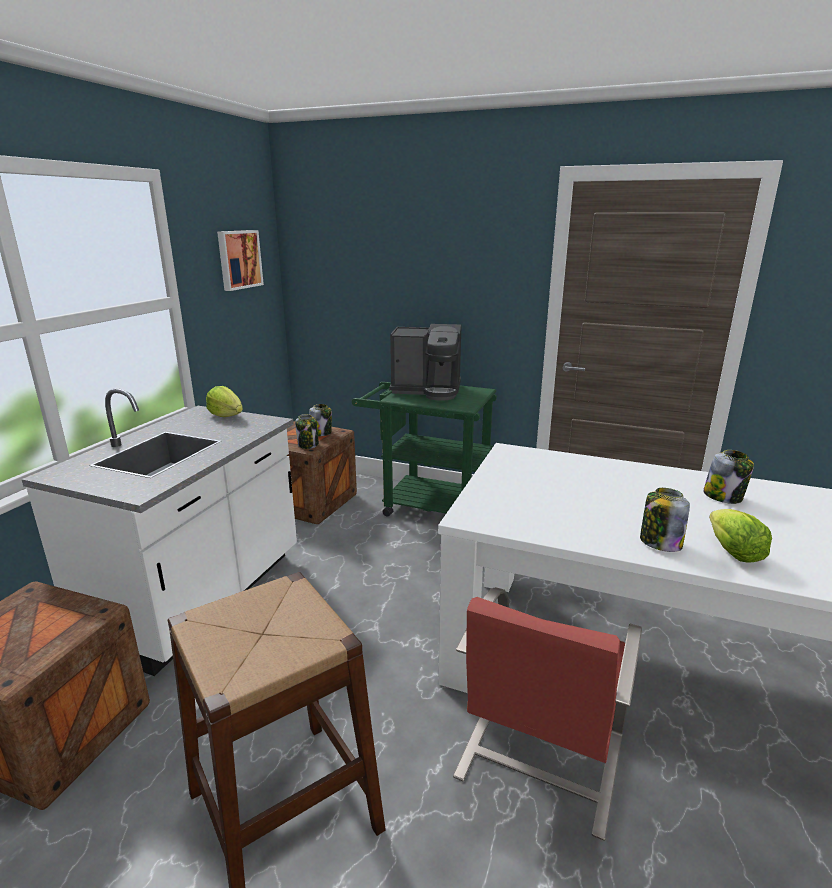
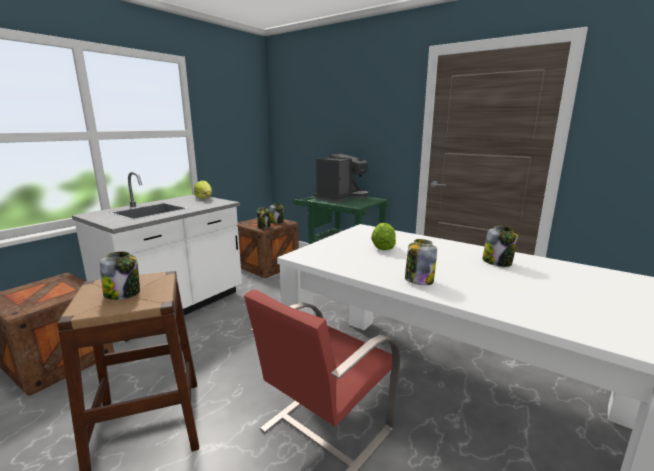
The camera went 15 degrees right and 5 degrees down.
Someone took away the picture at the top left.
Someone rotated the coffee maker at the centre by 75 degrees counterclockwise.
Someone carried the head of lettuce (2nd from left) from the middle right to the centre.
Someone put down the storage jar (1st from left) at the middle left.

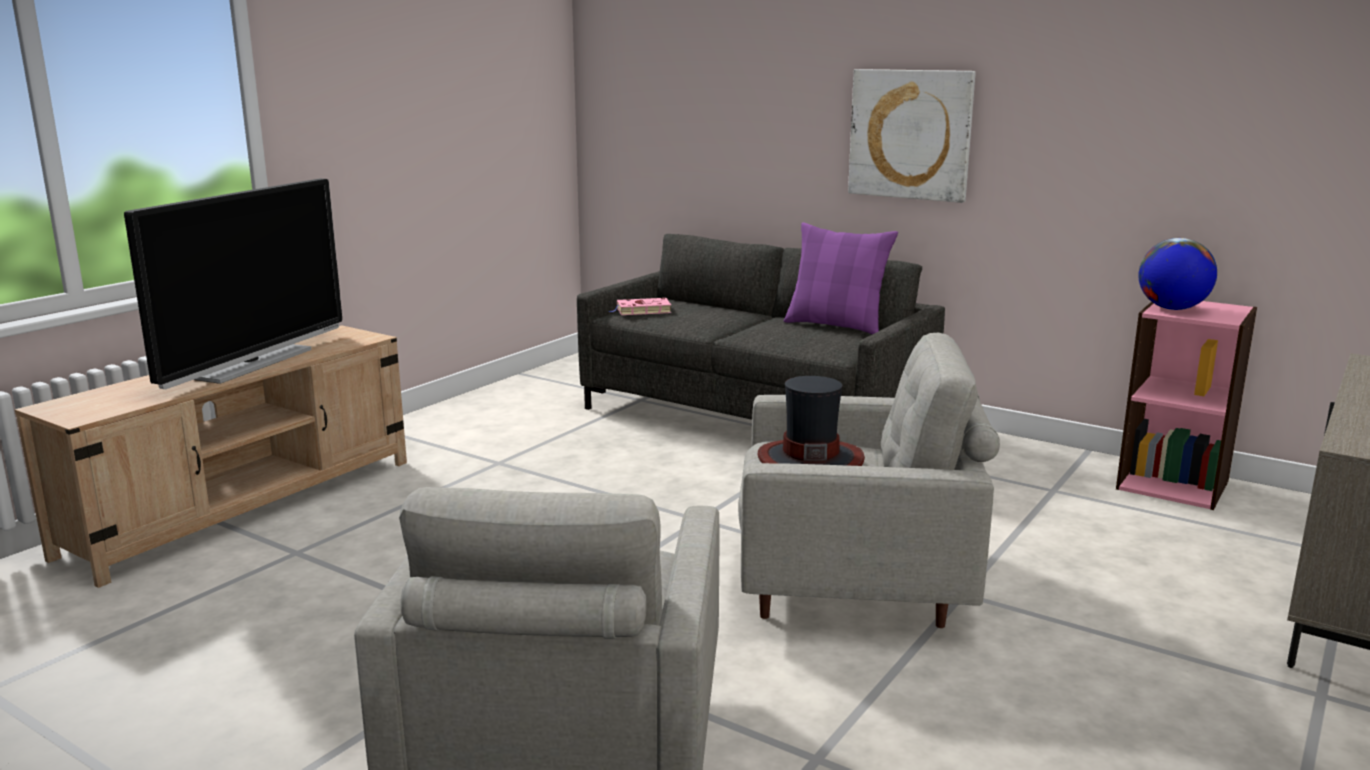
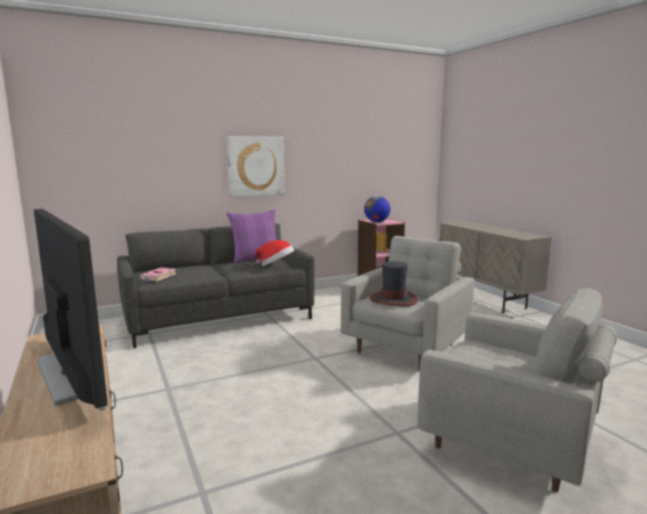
The camera went 60 degrees left and 5 degrees down.
Someone put down the wearable hat (1st from left) at the centre.

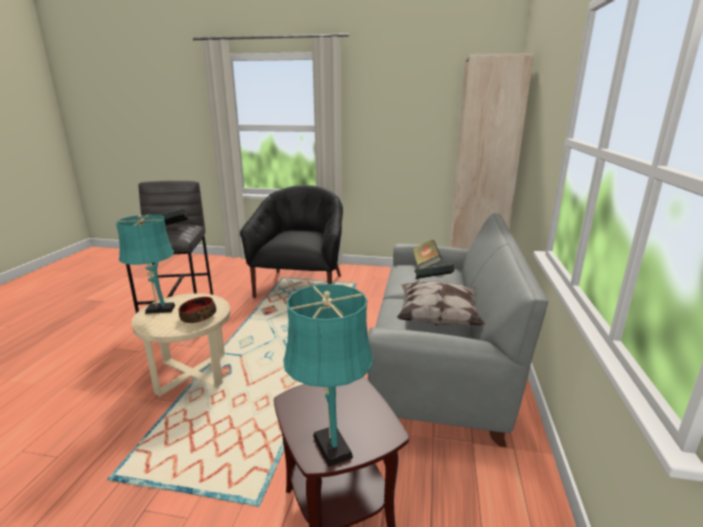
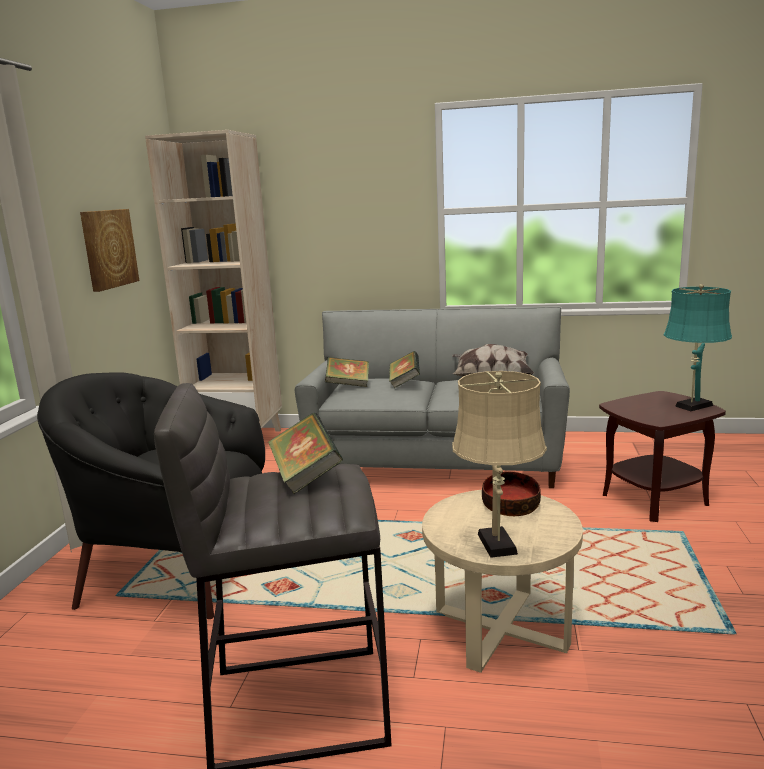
The camera went 90 degrees left and 5 degrees down.
Someone repainted the turquoise-coloured table lamp (1st from left) at the middle left, which became the beige table lamp at the centre.
Someone put up the picture at the top left.

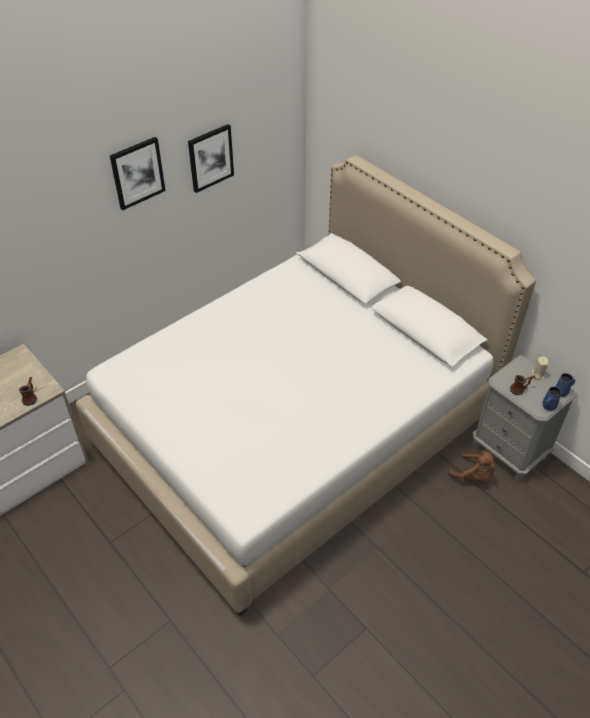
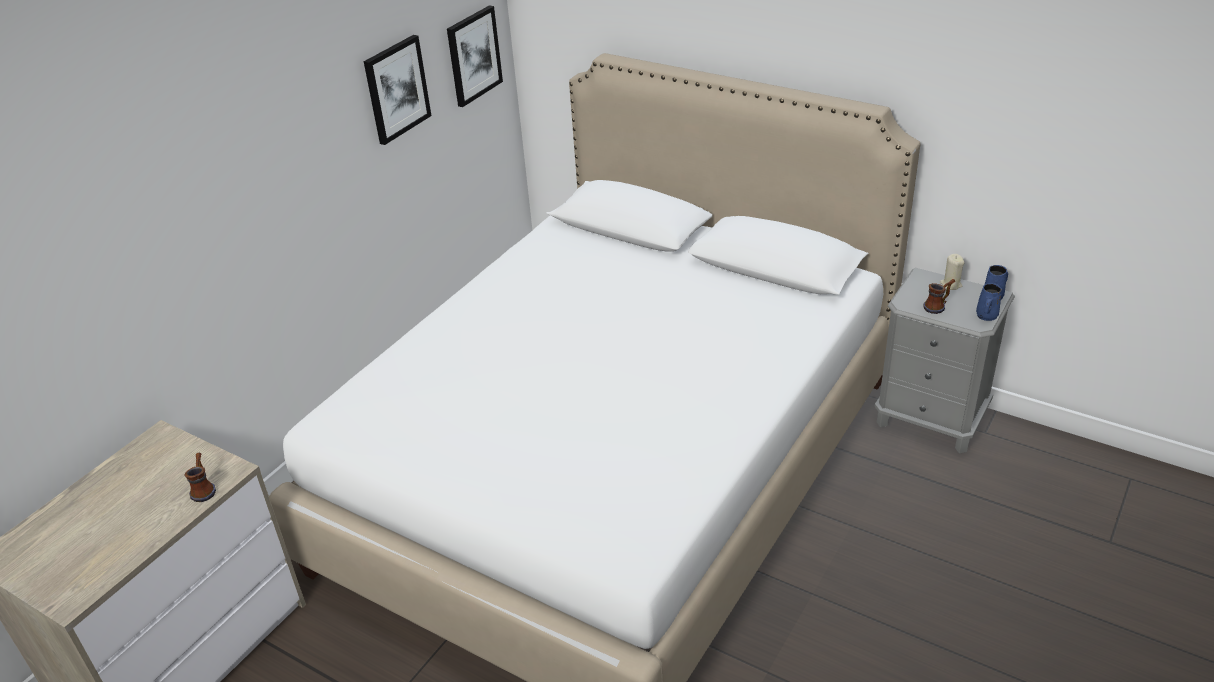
The camera went 15 degrees left and 10 degrees down.
Someone carried the picture (1st from left in the first image) from the top left to the top centre.
Someone took away the brownish cuddly toy at the middle right.

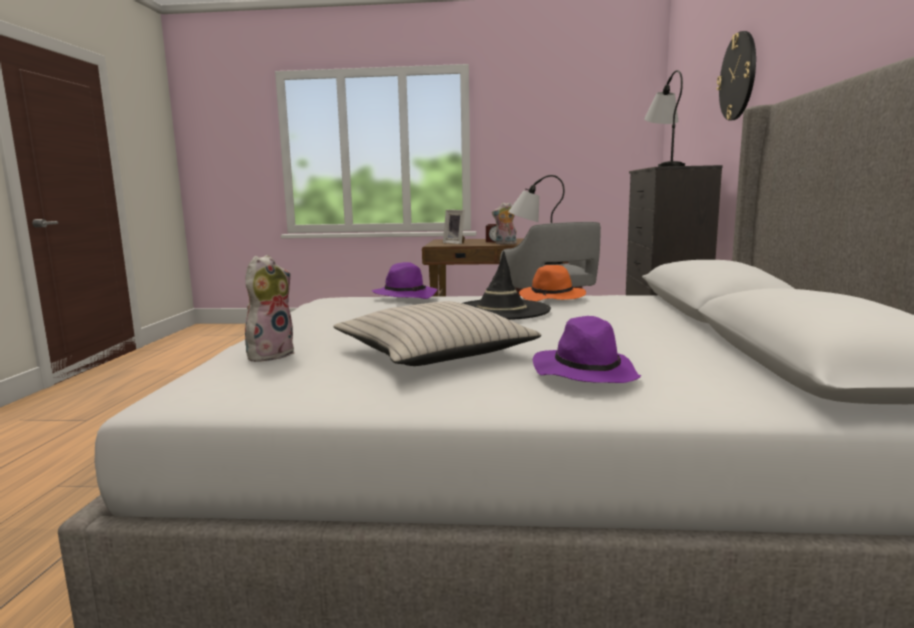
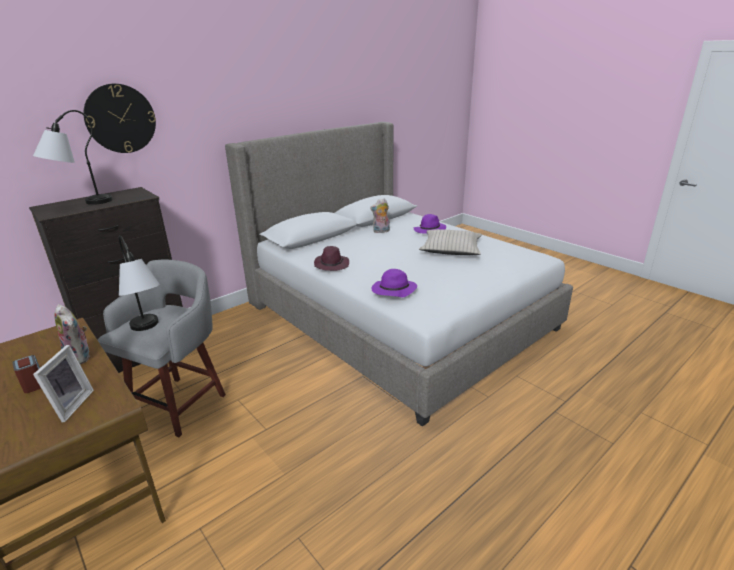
The camera went 135 degrees left and 15 degrees up.
Someone took away the black-coloured wearable hat at the centre.
Someone carried the cuddly toy (1st from left in the first image) from the middle left to the centre.
Someone repainted the orange-coloured wearable hat at the centre, which became the purple-coloured wearable hat (1st from left) at the centre.

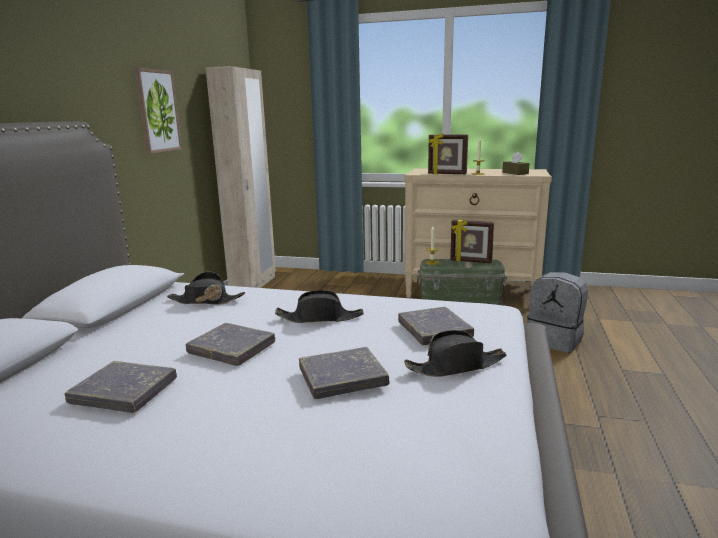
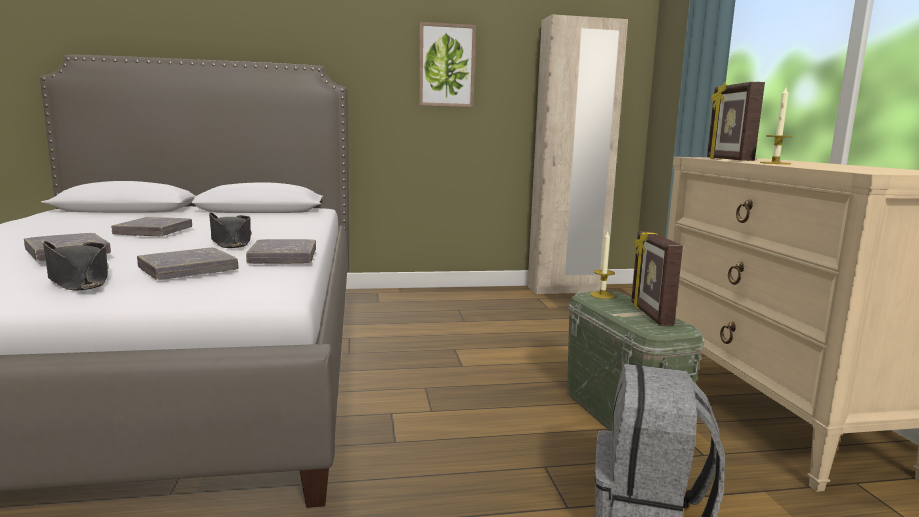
The camera went 65 degrees right and 5 degrees down.
Someone took away the brownish box of tissues at the top right.
Someone took away the black-coloured wearable hat (1st from left) at the middle left.
Someone carried the grey book (1st from left in the first image) from the bottom left to the middle left.

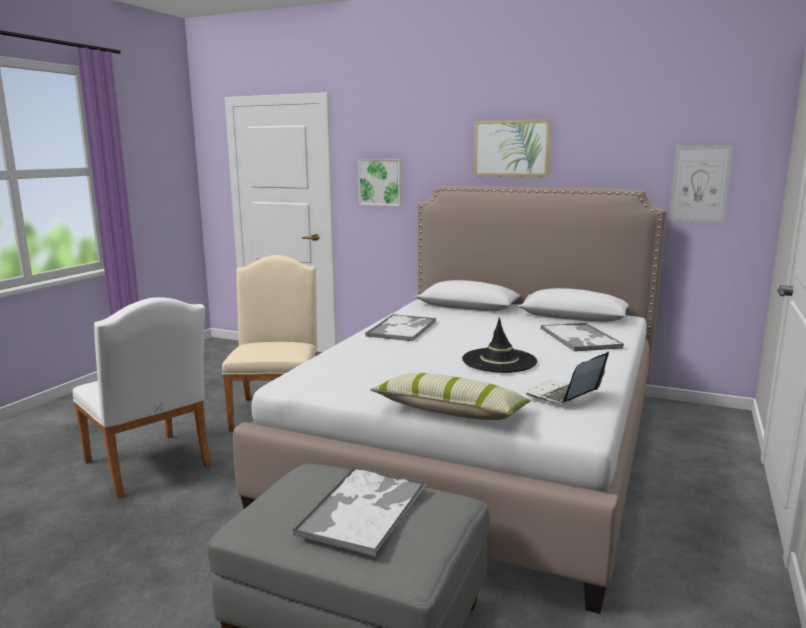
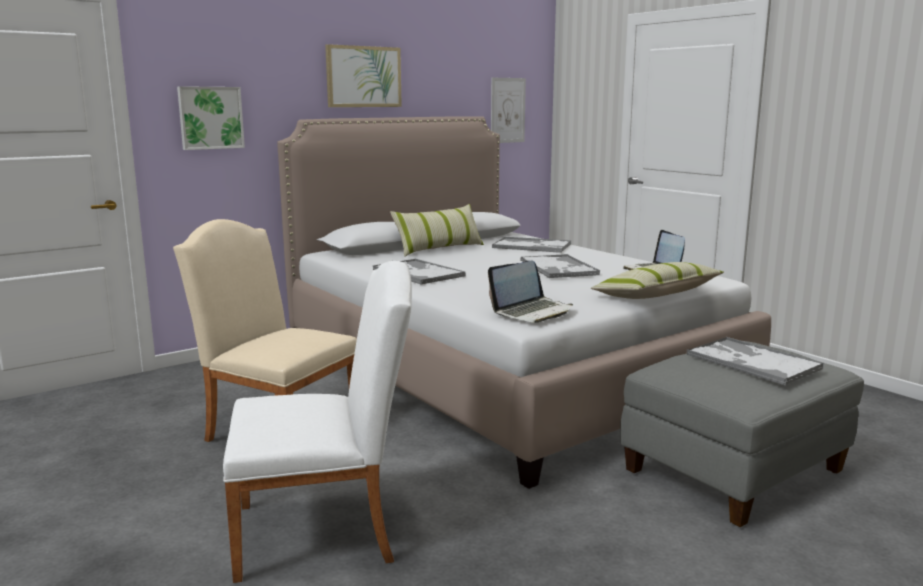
The camera went 60 degrees left and 0 degrees up.
Someone swapped the black-coloured wearable hat at the centre for the carrying tray (3rd from left) at the centre.
Someone put down the pillow (1st from left) at the centre.
Someone put down the portable computer (1st from left) at the centre.

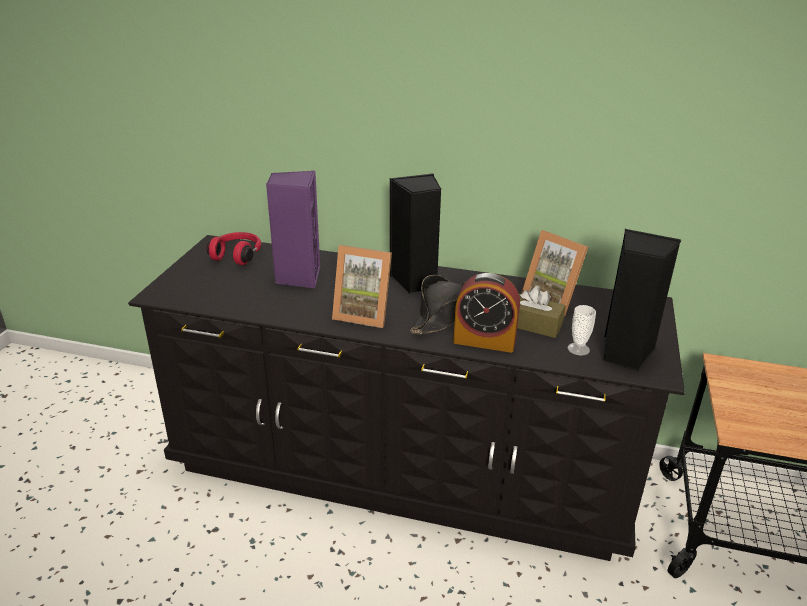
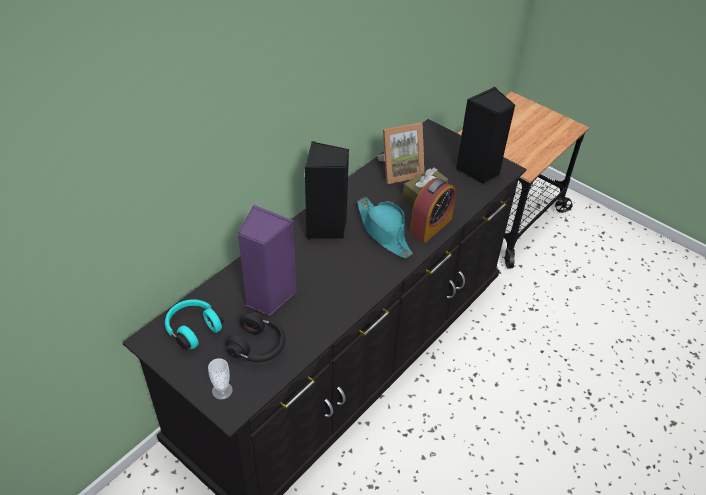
The camera went 65 degrees left and 15 degrees up.
Someone repainted the red headset at the middle left, which became the turquoise-coloured headset at the middle left.
Someone took away the standing frame (1st from left) at the centre.
Someone repainted the black-coloured wearable hat at the centre, which became the turquoise-coloured wearable hat at the centre.
Someone carried the small cup from the middle right to the bottom left.
Someone put down the black-coloured headset at the bottom centre.

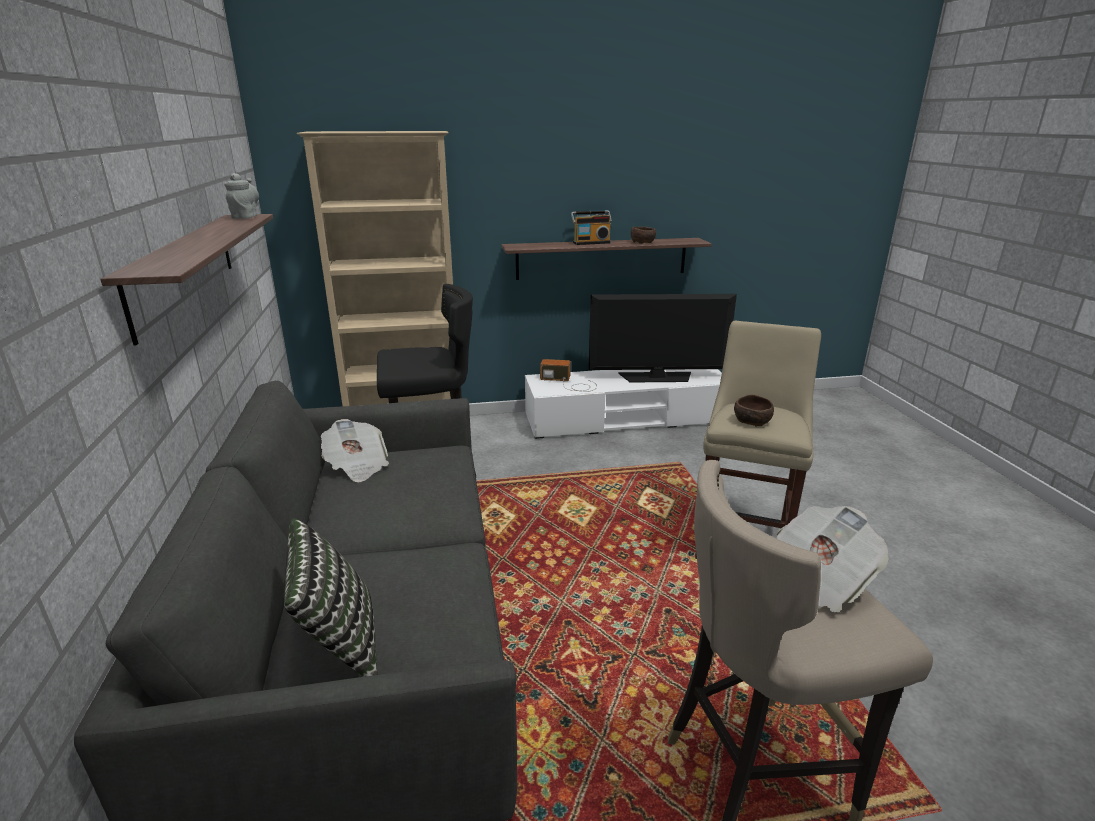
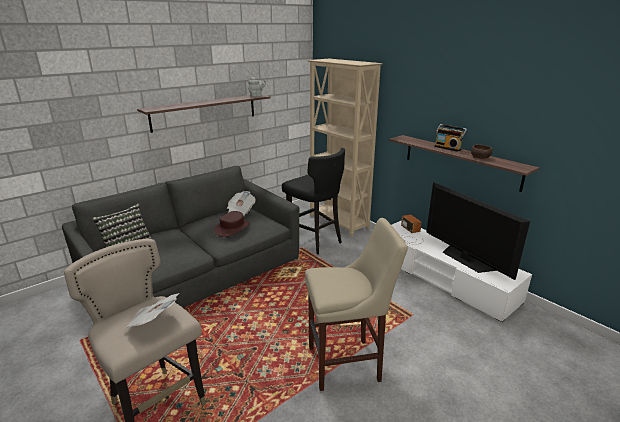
The camera went 60 degrees right and 0 degrees up.
Someone took away the brownish serving bowl (2nd from left) at the middle right.
Someone put down the brownish wearable hat at the centre.

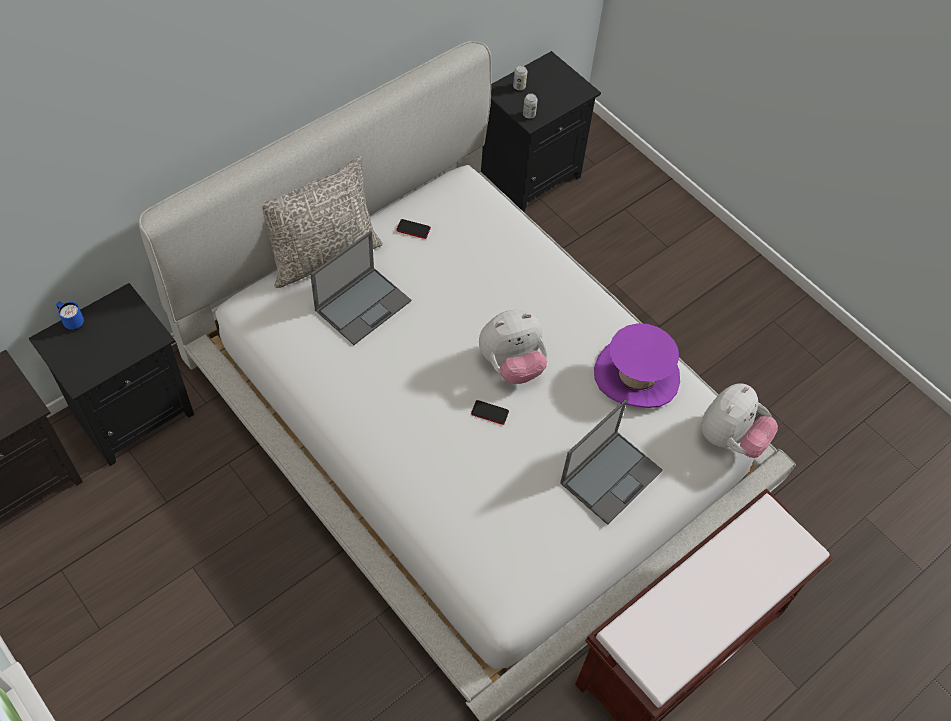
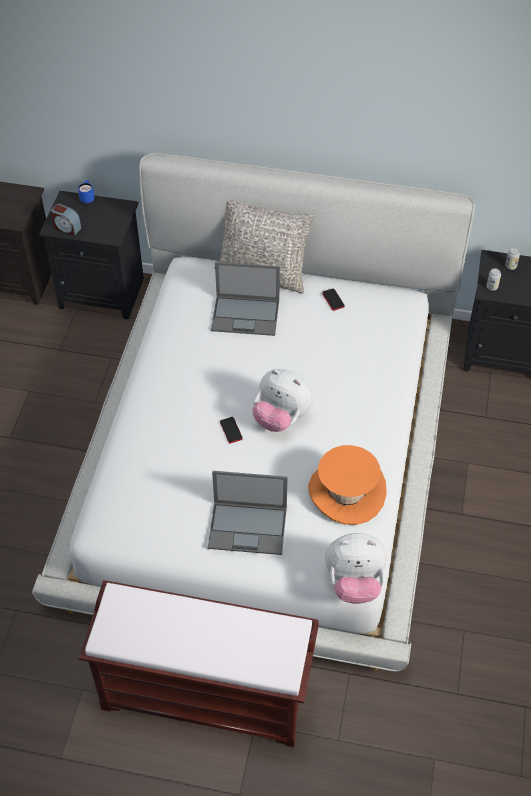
The camera went 55 degrees right and 5 degrees down.
Someone repainted the purple-coloured wearable hat at the middle right, which became the orange-coloured wearable hat at the centre.
Someone put down the table clock at the top left.

